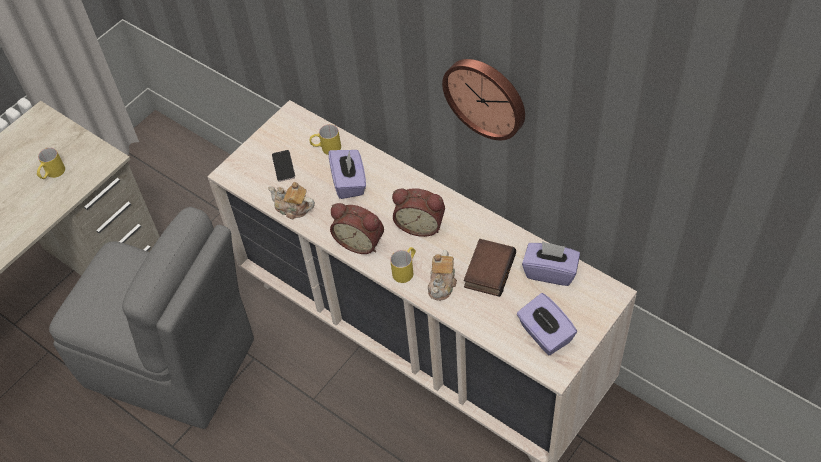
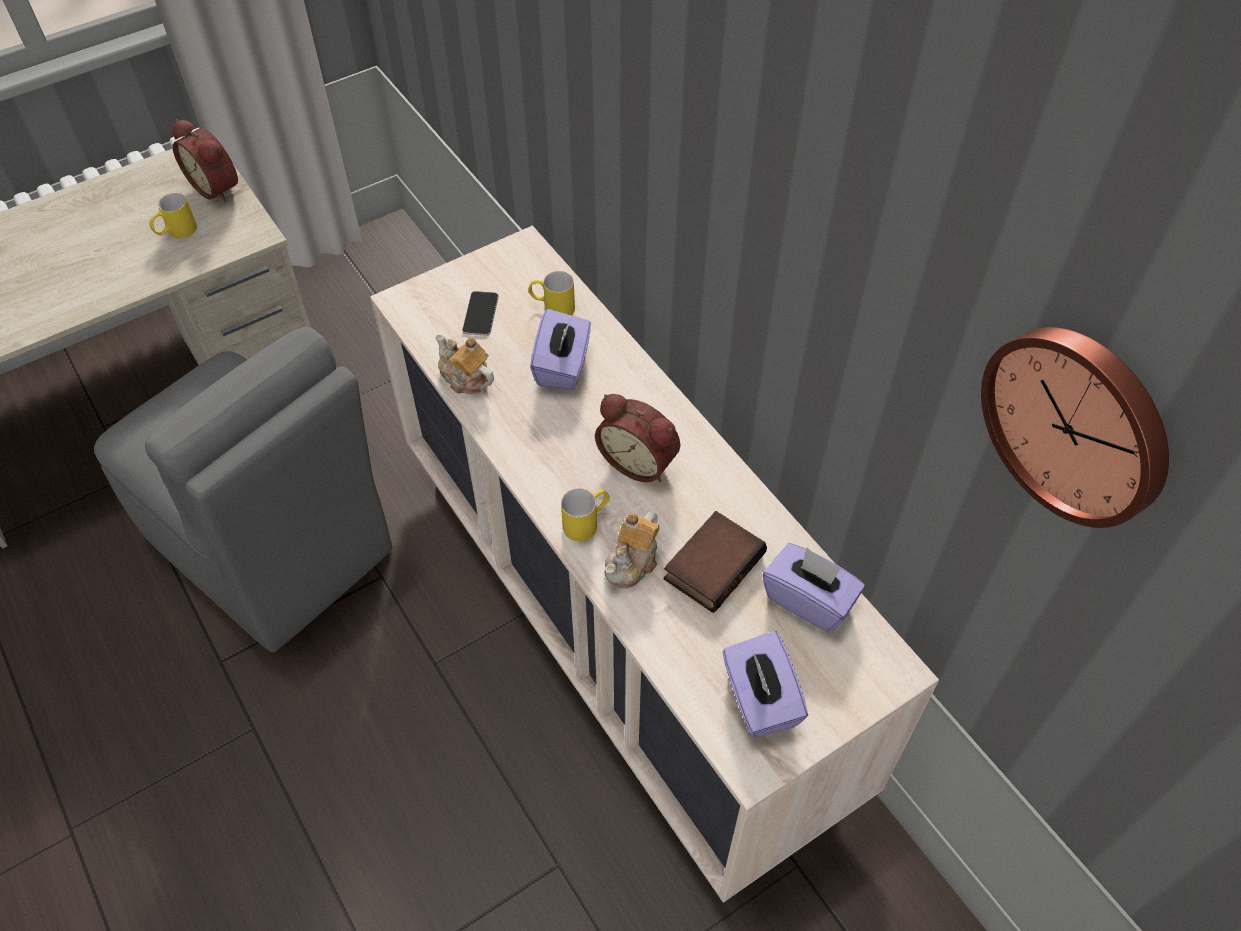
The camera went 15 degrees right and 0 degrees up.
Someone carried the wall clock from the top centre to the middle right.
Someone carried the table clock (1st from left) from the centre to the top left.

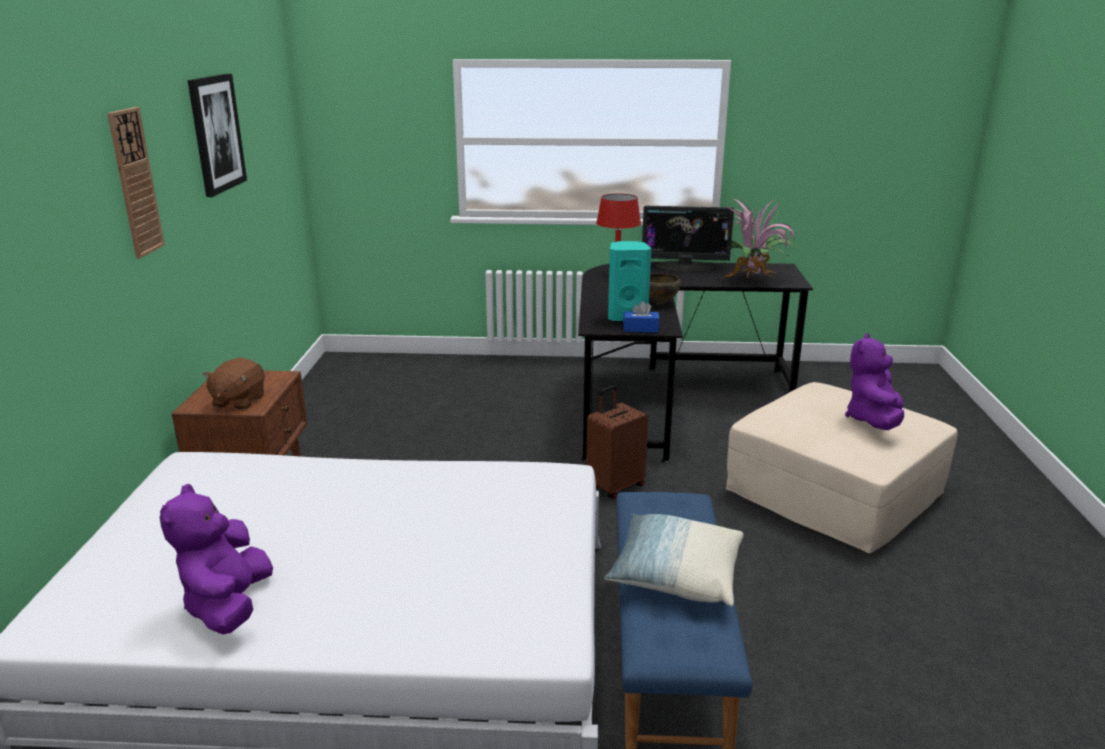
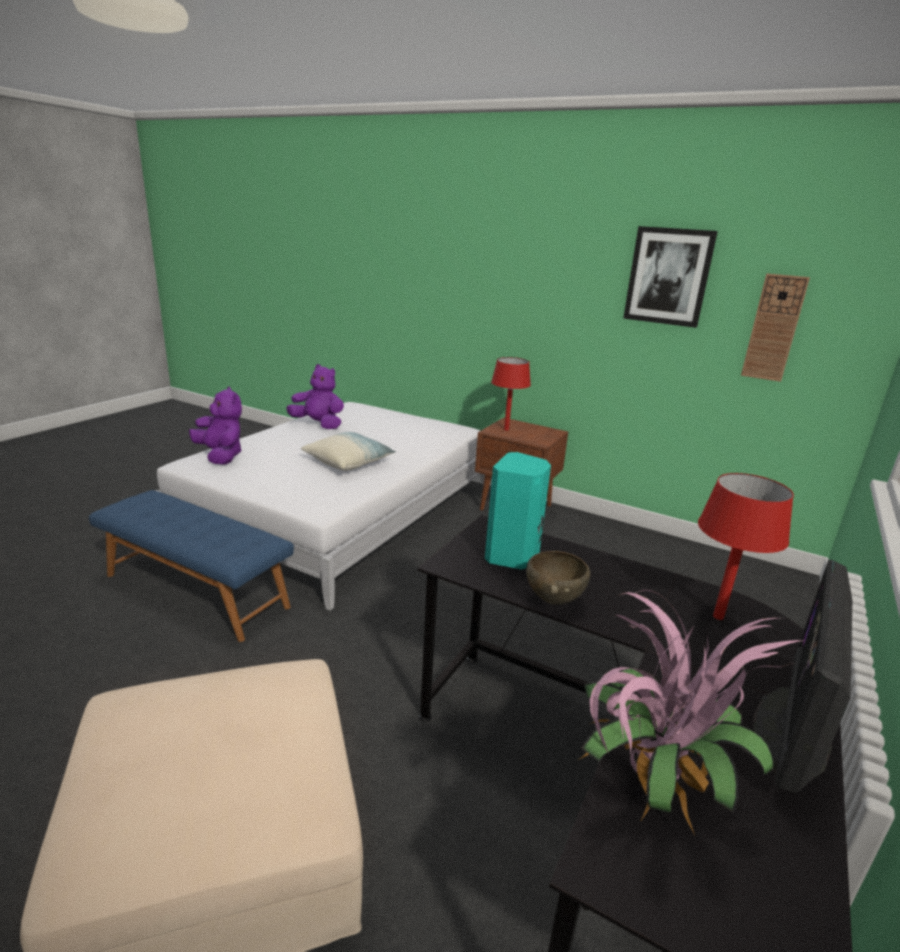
The camera went 115 degrees right and 0 degrees up.
Someone carried the wall clock from the top left to the middle right.
Someone took away the blue box of tissues at the centre.
Someone carried the purple-coloured cuddly toy (2nd from left in the first image) from the middle right to the middle left.
Someone swapped the brownish cuddly toy at the middle left for the red table lamp (1st from left) at the centre.
Someone took away the brownish suitcase at the centre.
Someone carried the pillow from the bottom centre to the centre.

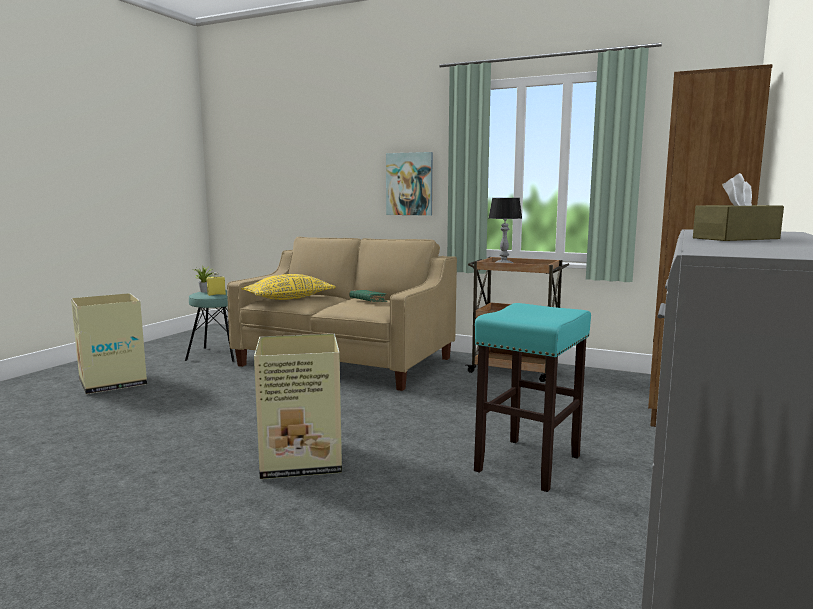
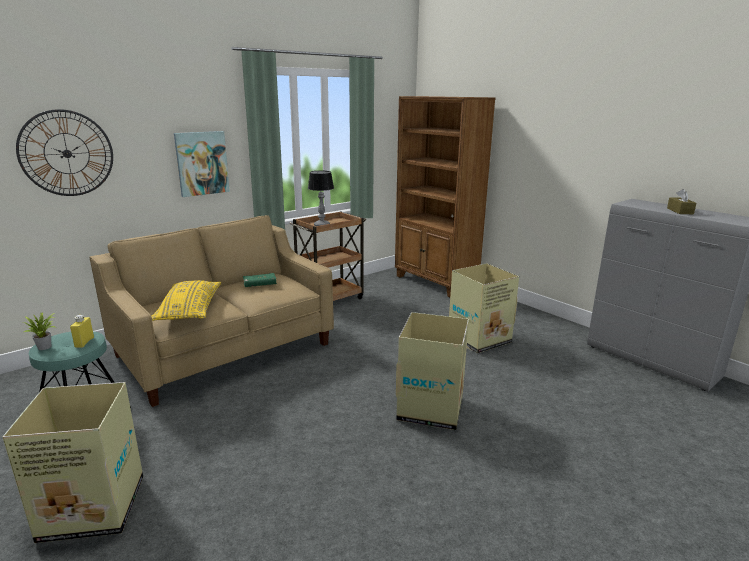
The camera went 65 degrees left and 10 degrees up.
Someone swapped the turquoise-coloured stool (2nd from left) at the centre for the packing box (3rd from left) at the centre.
Someone put up the wall clock at the top left.

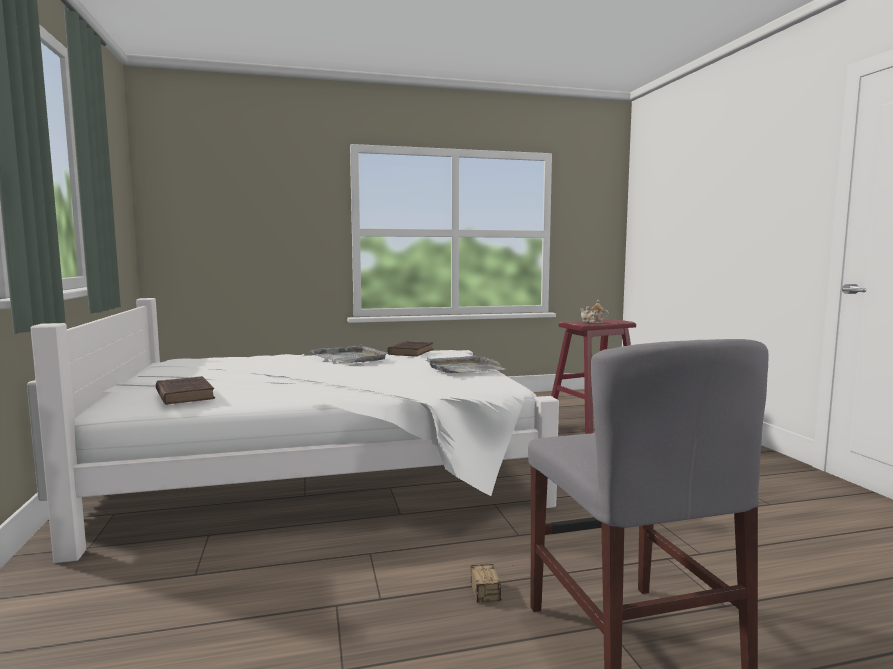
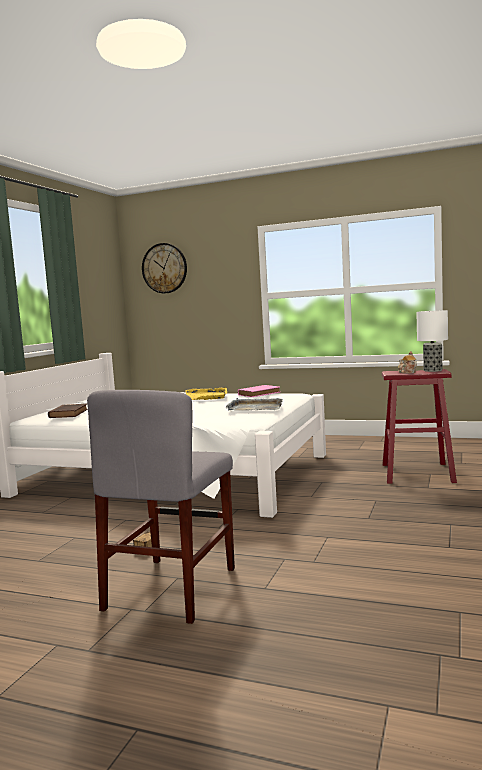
The camera went 35 degrees right and 0 degrees up.
Someone repainted the brownish book (2nd from left) at the centre, which became the pink-coloured book at the centre.
Someone repainted the grey carrying tray (1st from left) at the centre, which became the yellowish carrying tray at the centre.
Someone put up the wall clock at the centre.
Someone put down the table lamp at the middle right.

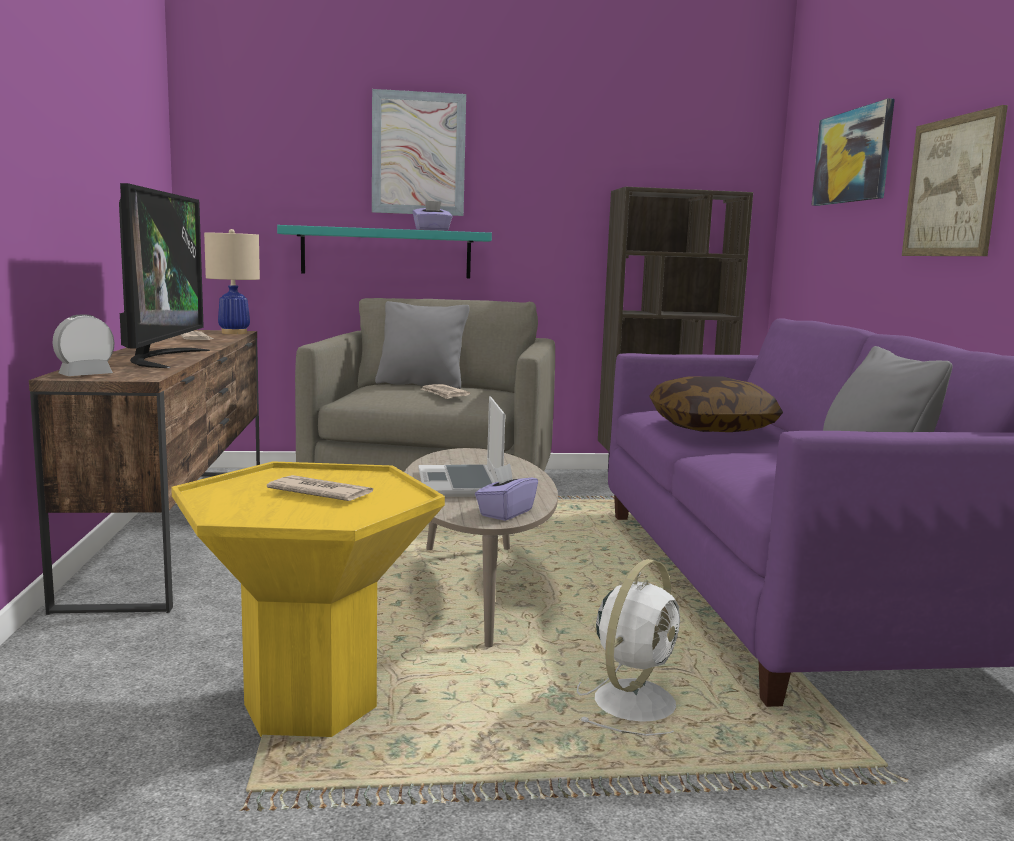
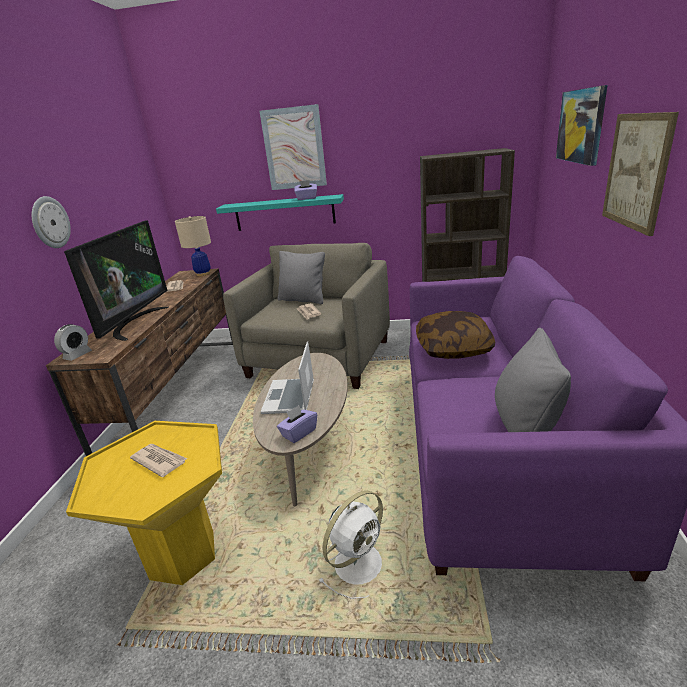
The camera went 15 degrees right and 15 degrees up.
Someone rotated the table clock at the middle left by 150 degrees clockwise.
Someone put up the wall clock at the top left.

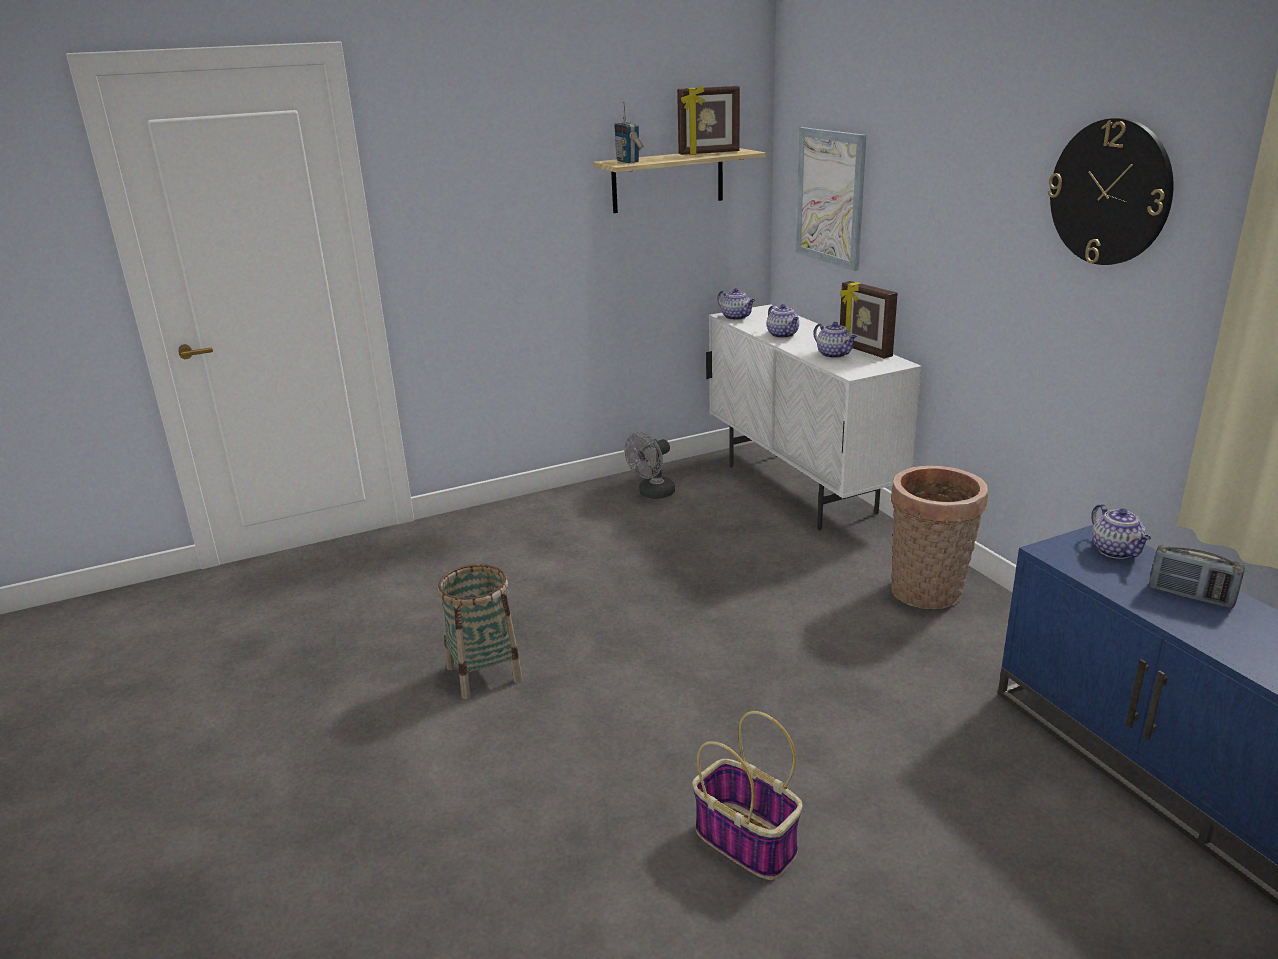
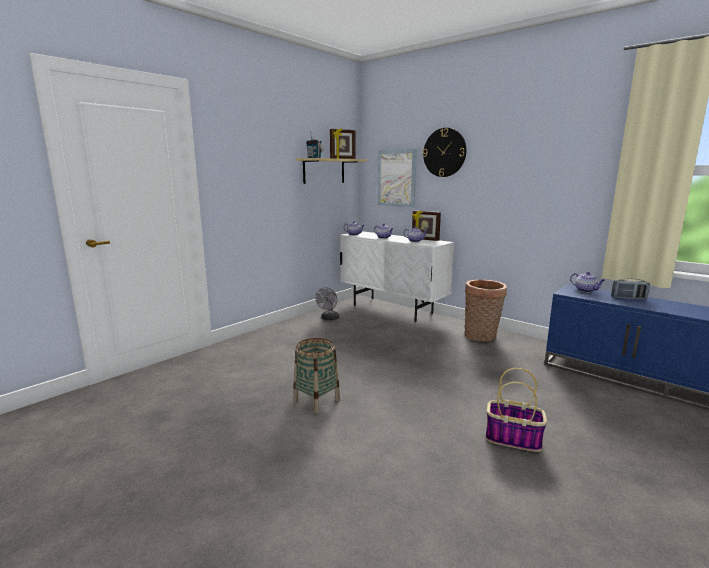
The camera went 25 degrees left and 10 degrees down.
Someone carried the wall clock from the top right to the top centre.

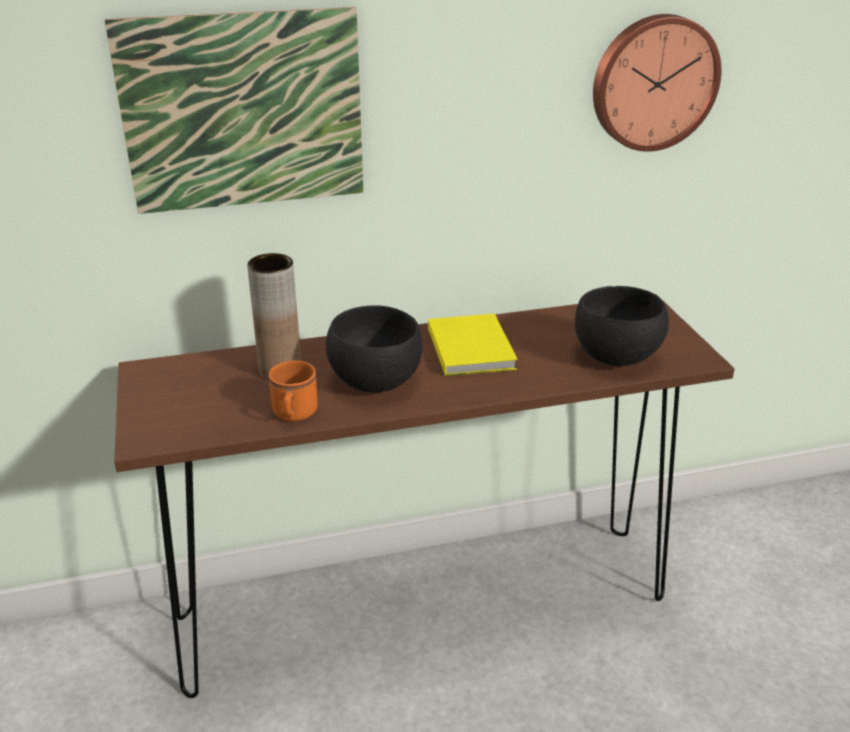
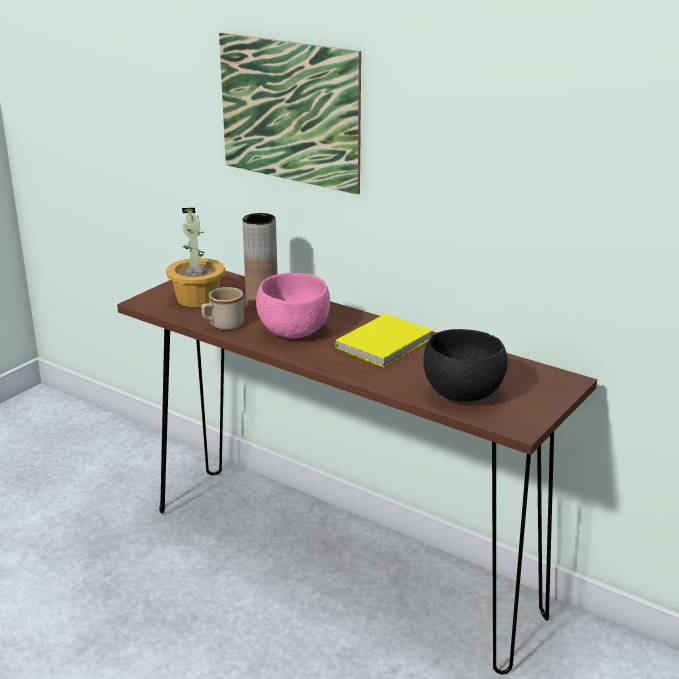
The camera went 50 degrees right and 5 degrees down.
Someone took away the wall clock at the top right.
Someone repainted the black-coloured serving bowl (1st from left) at the centre, which became the pink-coloured serving bowl at the centre.
Someone repainted the orange-coloured coffee mug at the centre, which became the beige coffee mug at the middle left.
Someone put down the plant in a pot at the middle left.

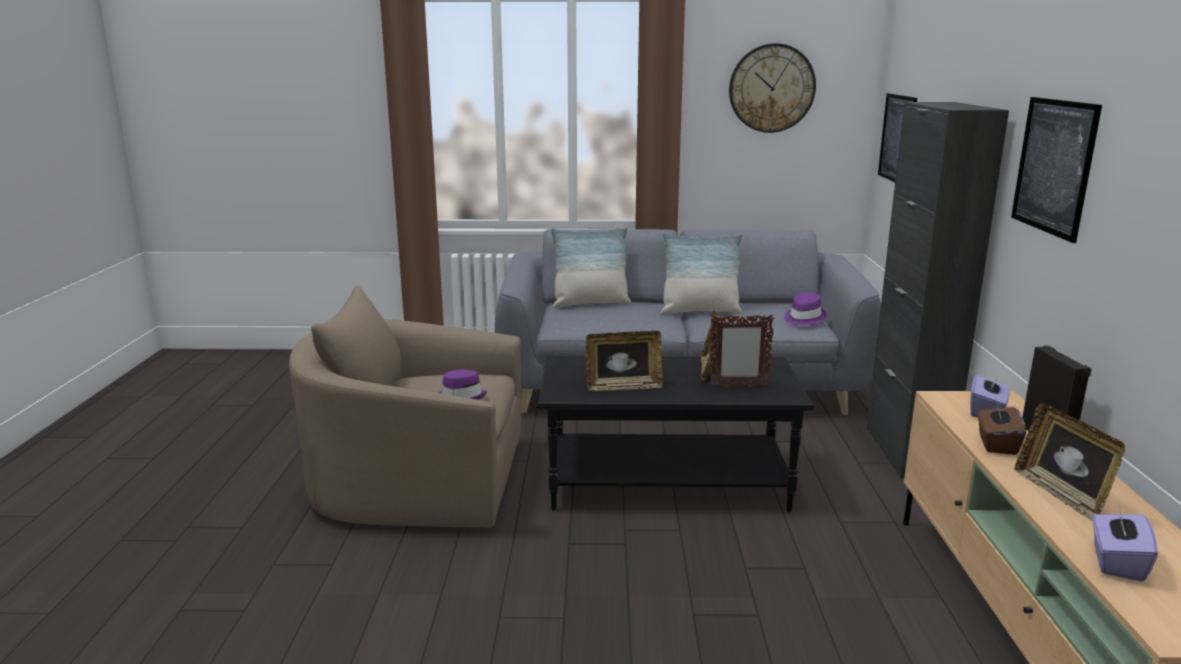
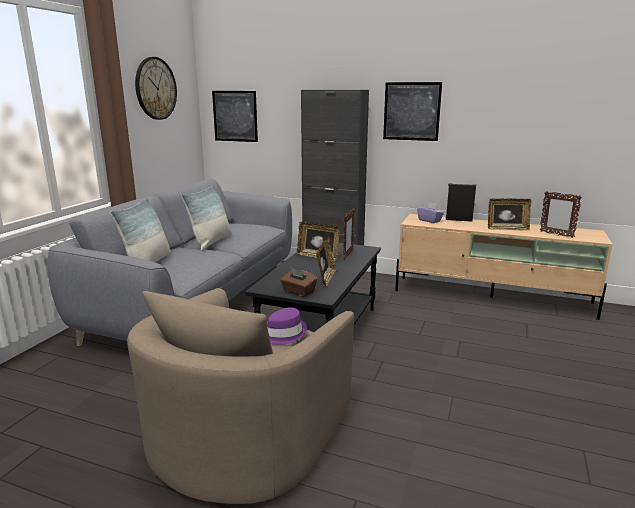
The camera went 70 degrees left and 0 degrees up.
Someone took away the purple-coloured wearable hat (2nd from left) at the middle right.
Someone carried the brownish box of tissues from the middle right to the centre.
Someone swapped the purple-coloured box of tissues (2nd from left) at the bottom right for the standing frame (5th from left) at the middle right.

